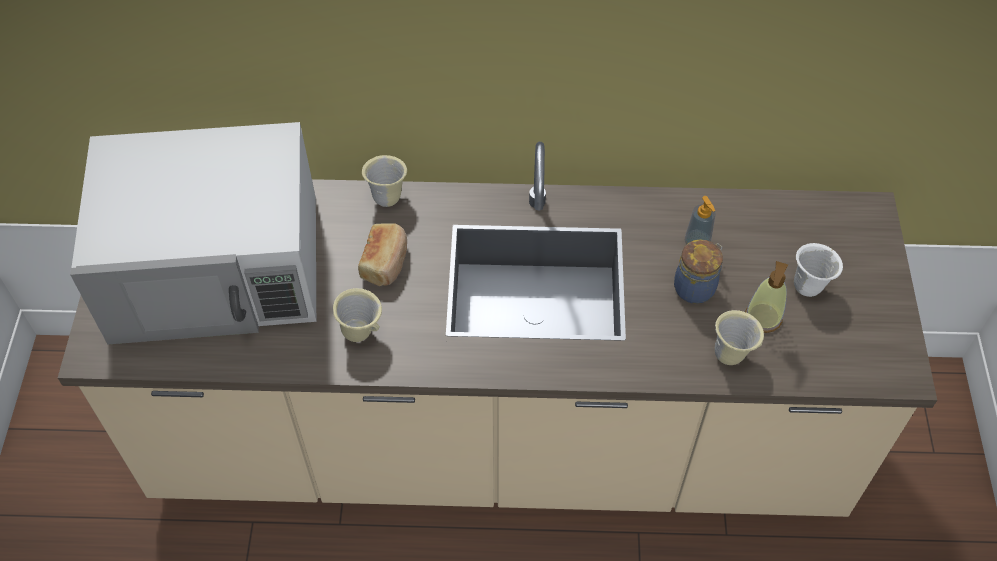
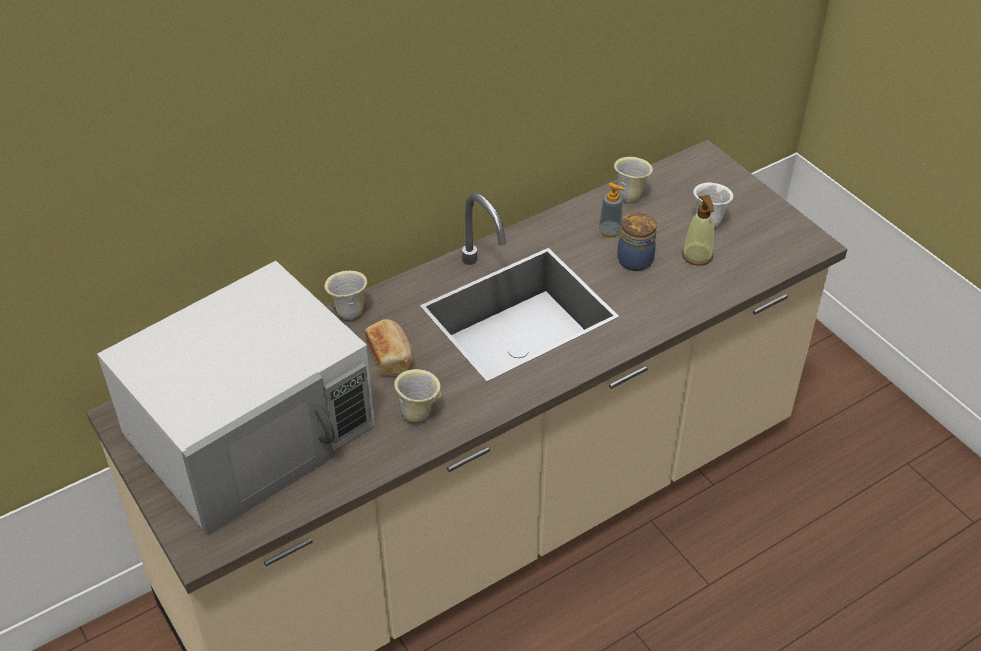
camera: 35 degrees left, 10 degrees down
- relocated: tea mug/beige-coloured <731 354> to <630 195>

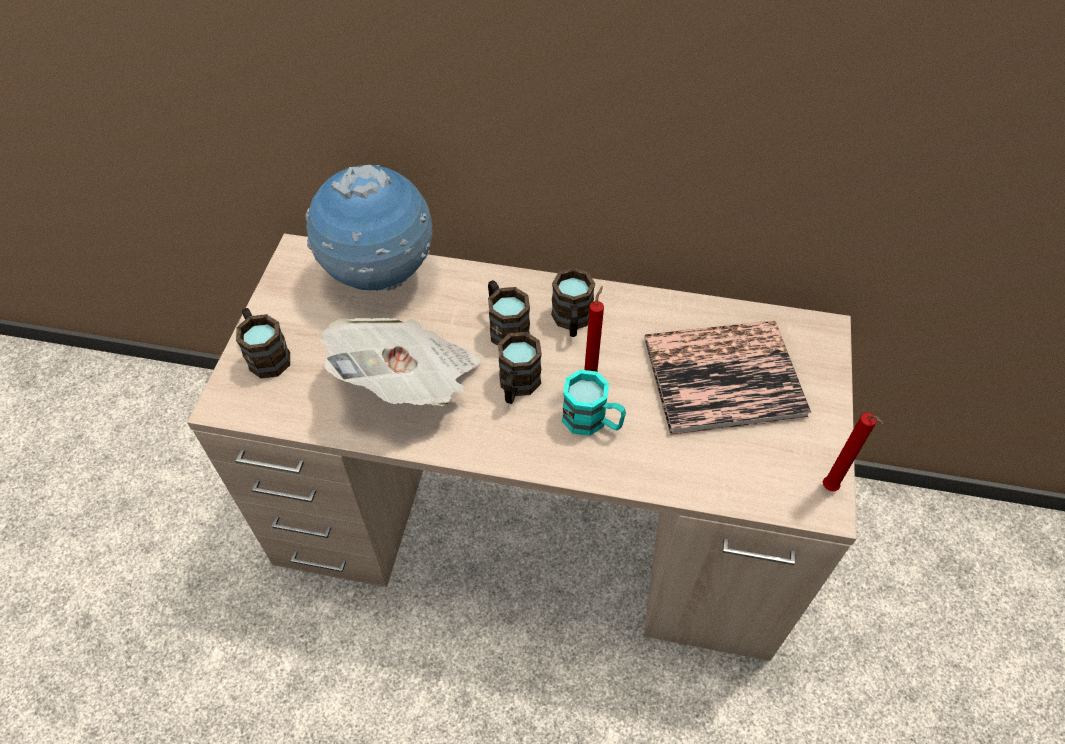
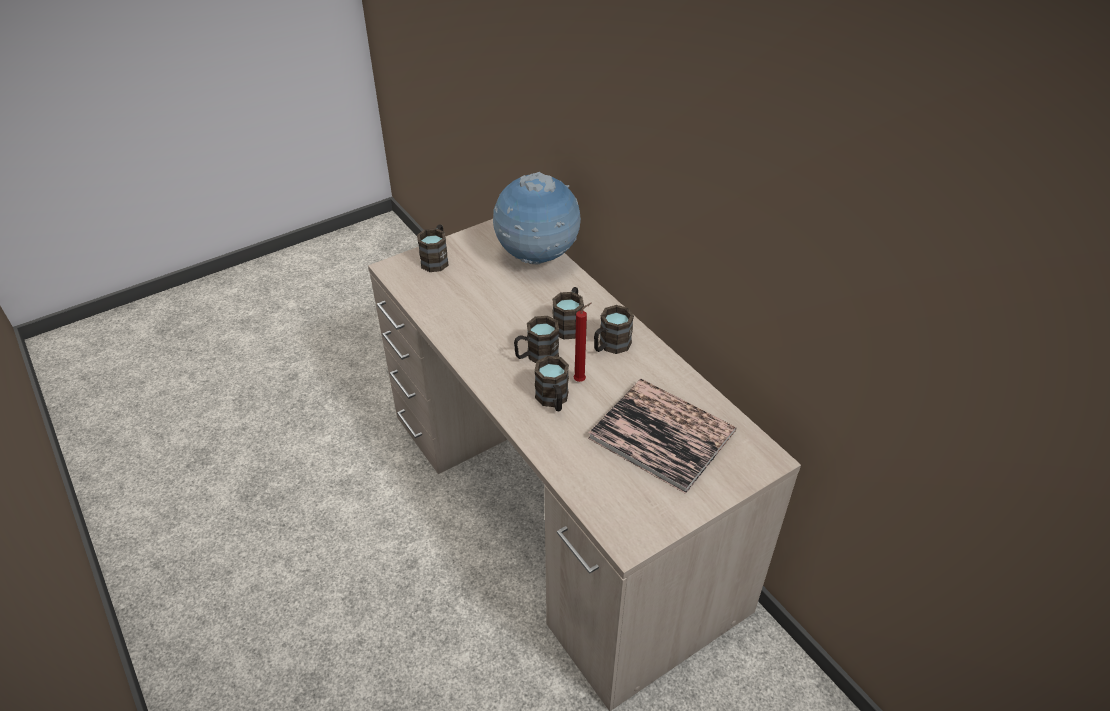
camera: 45 degrees right, 10 degrees down
- missing: printed paper <409 381>
- missing: wax candle/red-coloured <830 490>
- colour: tea mug/turquoise-coloured <592 421> to tea mug/brown-coloured <553 400>

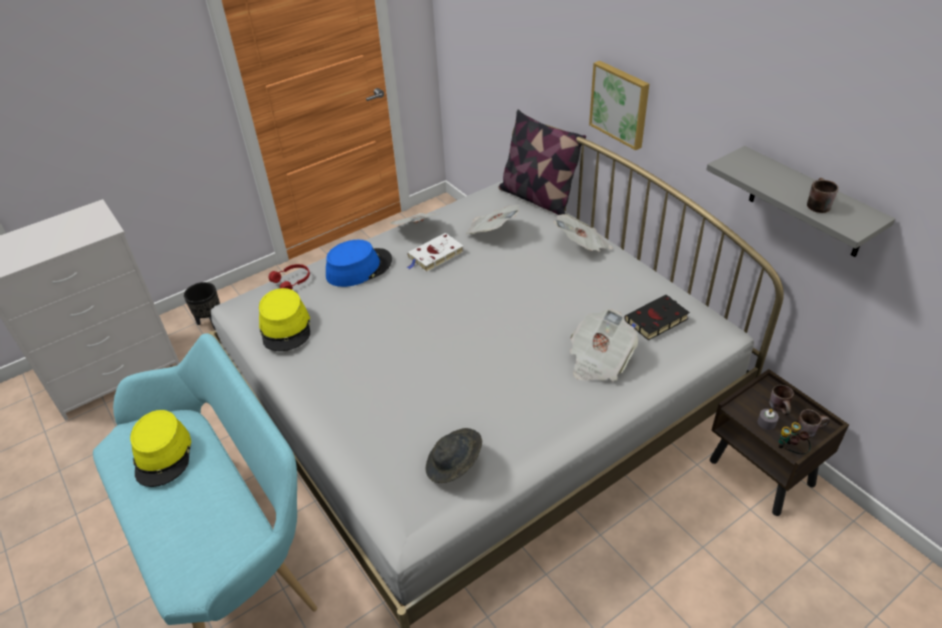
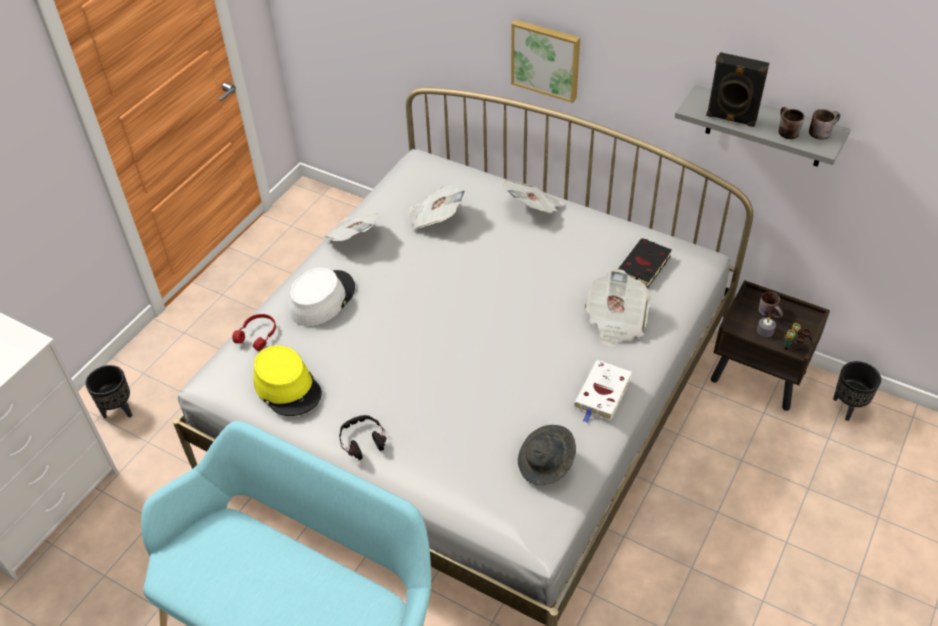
camera: 25 degrees left, 5 degrees up
- missing: clothing hat/yellow-coloured <163 454>
- missing: pillow <537 198>
- appeared: headphones <362 441>
- appeared: loudspeaker/black-coloured <731 119>
- appeared: plant pot/black-coloured <848 407>
- relocated: bound book/whitish <434 256> to <602 394>
- relocated: tea mug/brown-coloured <808 429> to <821 131>
- colour: clothing hat/blue <359 268> to clothing hat/whitish <322 299>

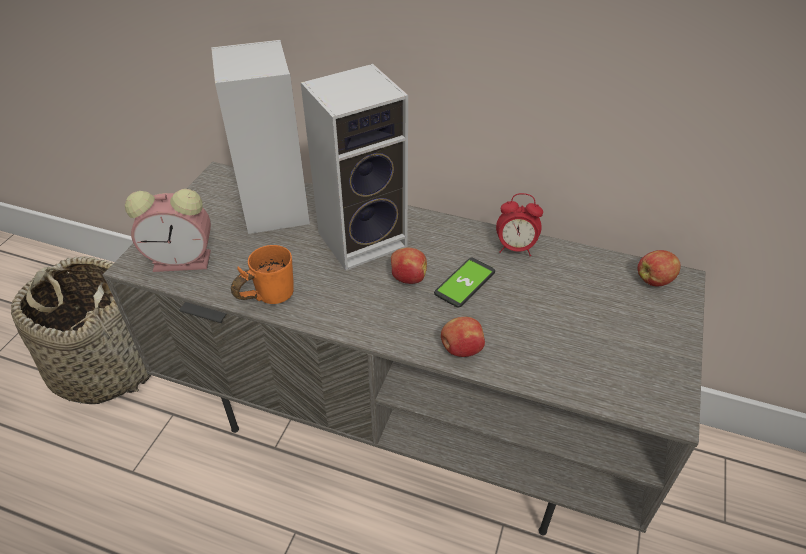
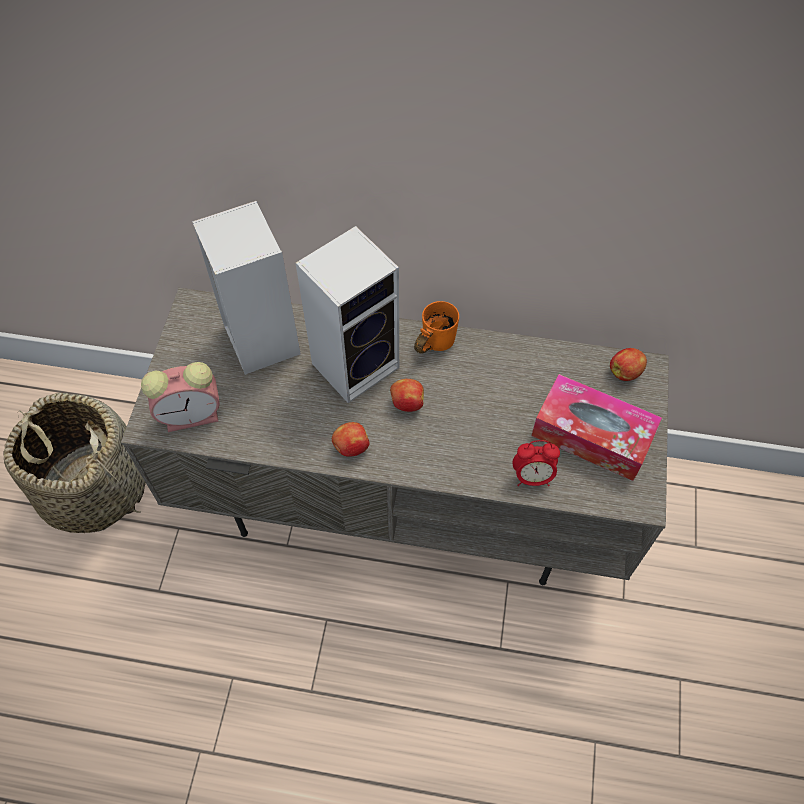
camera: 10 degrees left, 15 degrees up
- missing: telephone <464 283>
- appeared: box of tissues <592 435>
- relocated: tea mug/orangey <265 295> to <431 343>
- relocated: apple fruit <461 349> to <350 447>
- relocated: bedside clock <515 248> to <532 477>

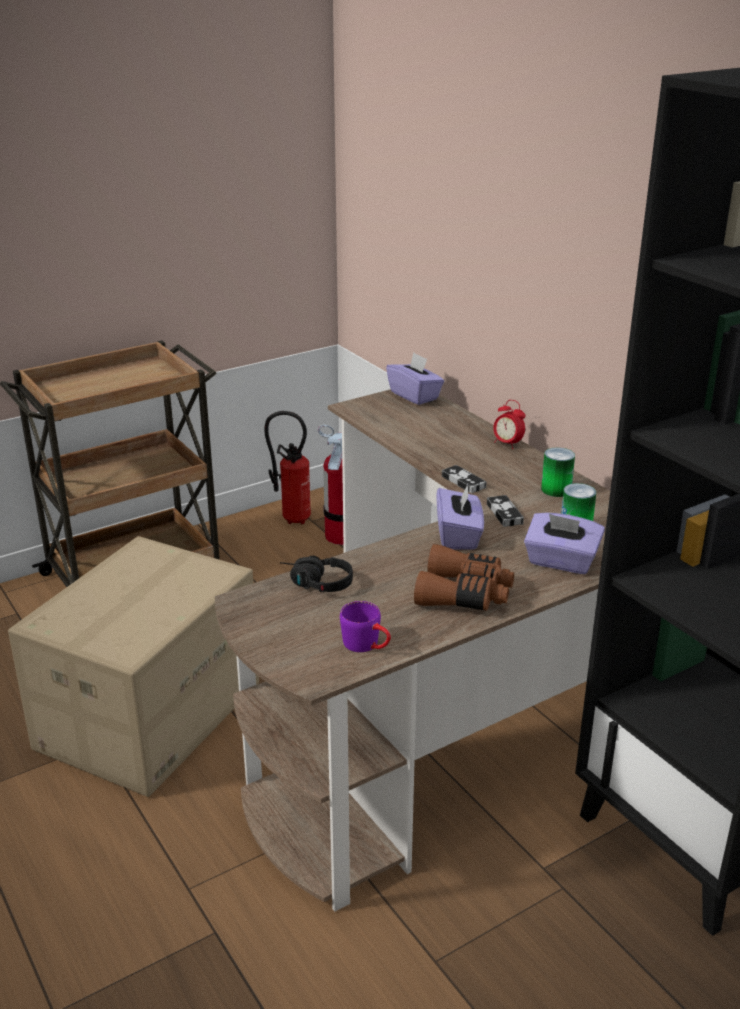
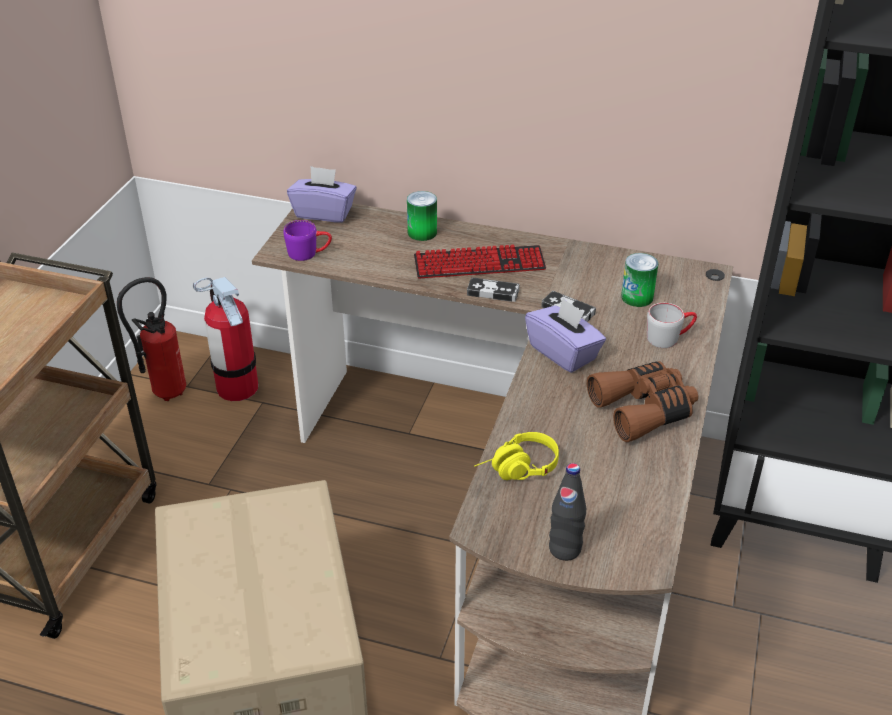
camera: 40 degrees left, 10 degrees up
- missing: bedside clock <507 444>
- appeared: computer keyboard <479 264>
- appeared: beverage bottle/black-coloured <564 549>
- relocated: tea mug/purplish <367 645> to <309 253>
- relocated: metal can <556 489> to <422 232>
- exchanged: box of tissues/purplish <561 562> to tea mug/gray <669 337>
- colour: headphones/black-coloured <314 584> to headphones/yellow-coloured <517 470>

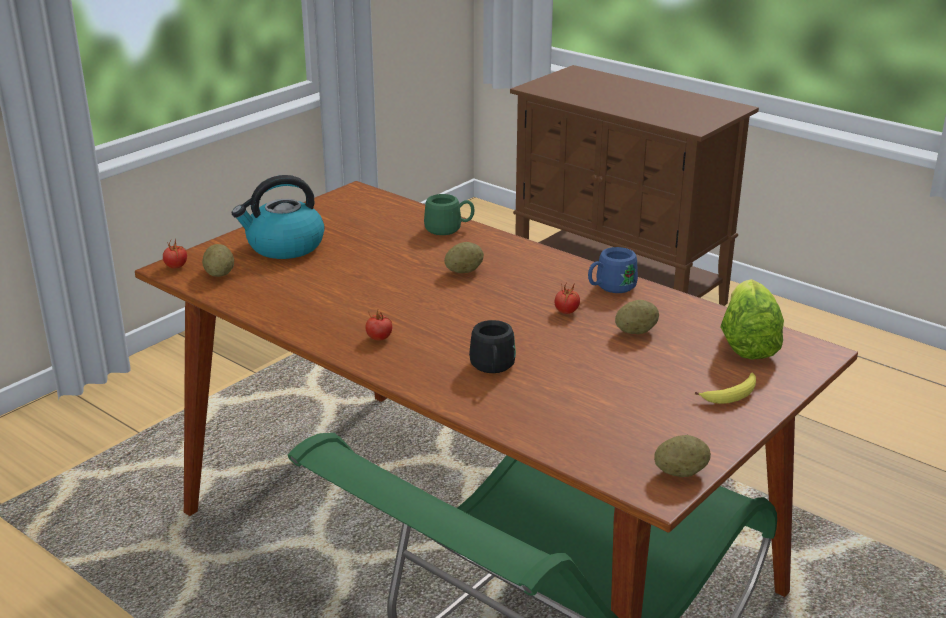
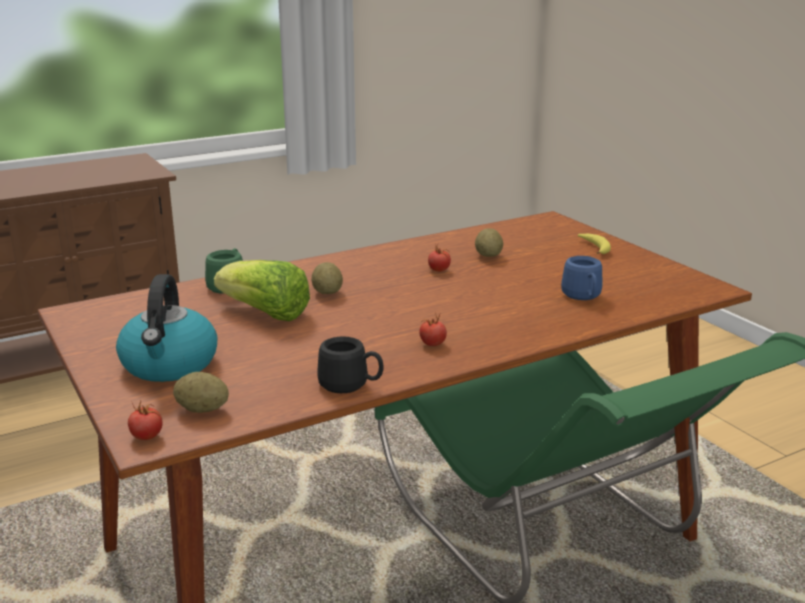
camera: 70 degrees left, 5 degrees down
- missing: whole potato <680 472>
- relocated: tea mug/black-coloured <493 369> to <351 386>
- relocated: tea mug/blue <610 288> to <583 297>
- relocated: lettuce head <748 342> to <265 314>

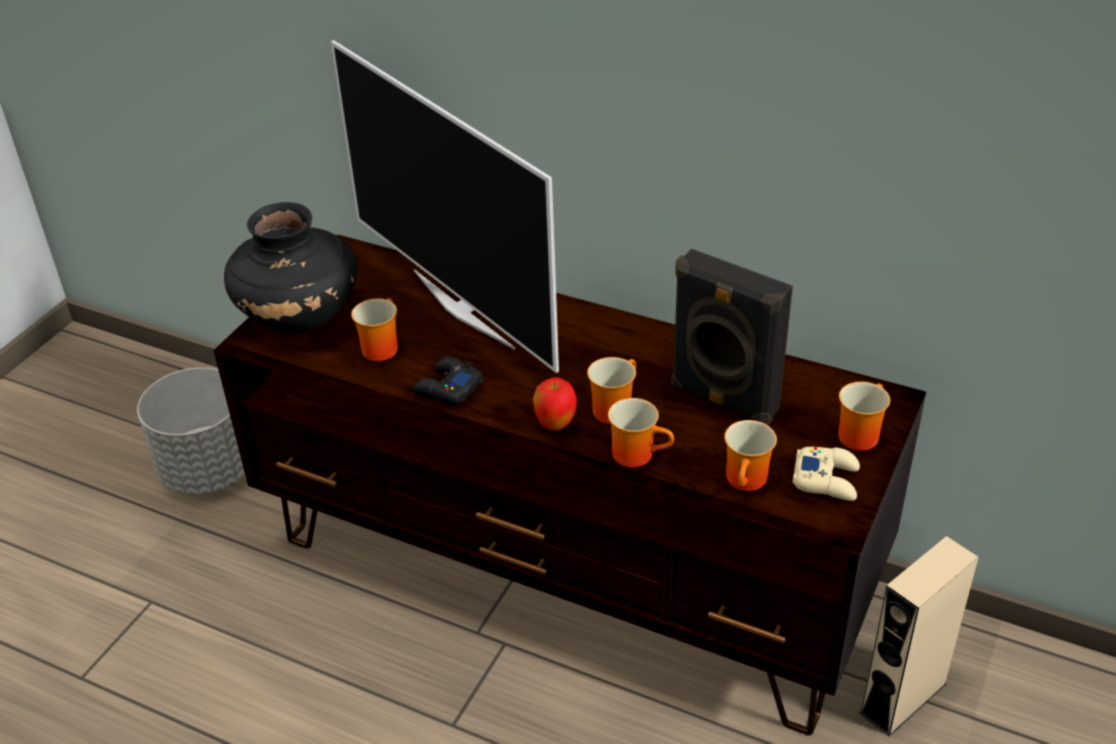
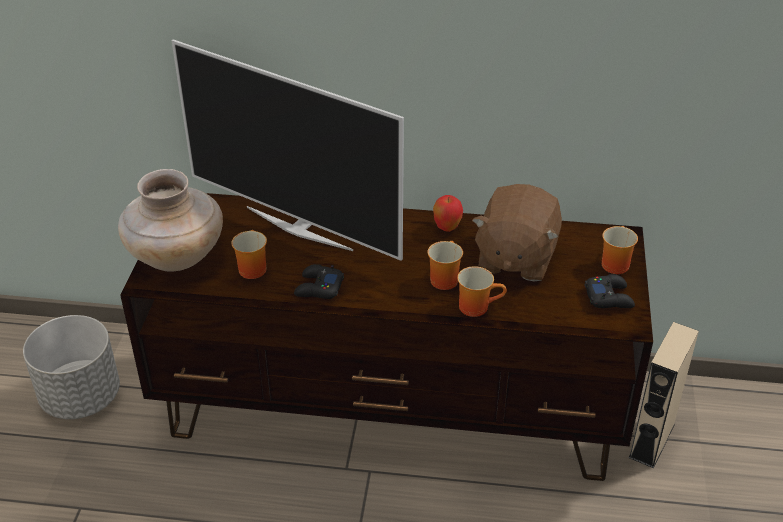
camera: 20 degrees left, 0 degrees up
- missing: tea mug <749 481>
- relocated: apple fruit <555 425> to <447 228>
- exchanged: loudspeaker/black-coloured <722 400> to plush toy/brown-coloured <515 258>
- colour: vase/black-coloured <299 317> to vase/beige-coloured <176 257>
- colour: gamepad/beige-coloured <826 479> to gamepad/black-coloured <609 297>

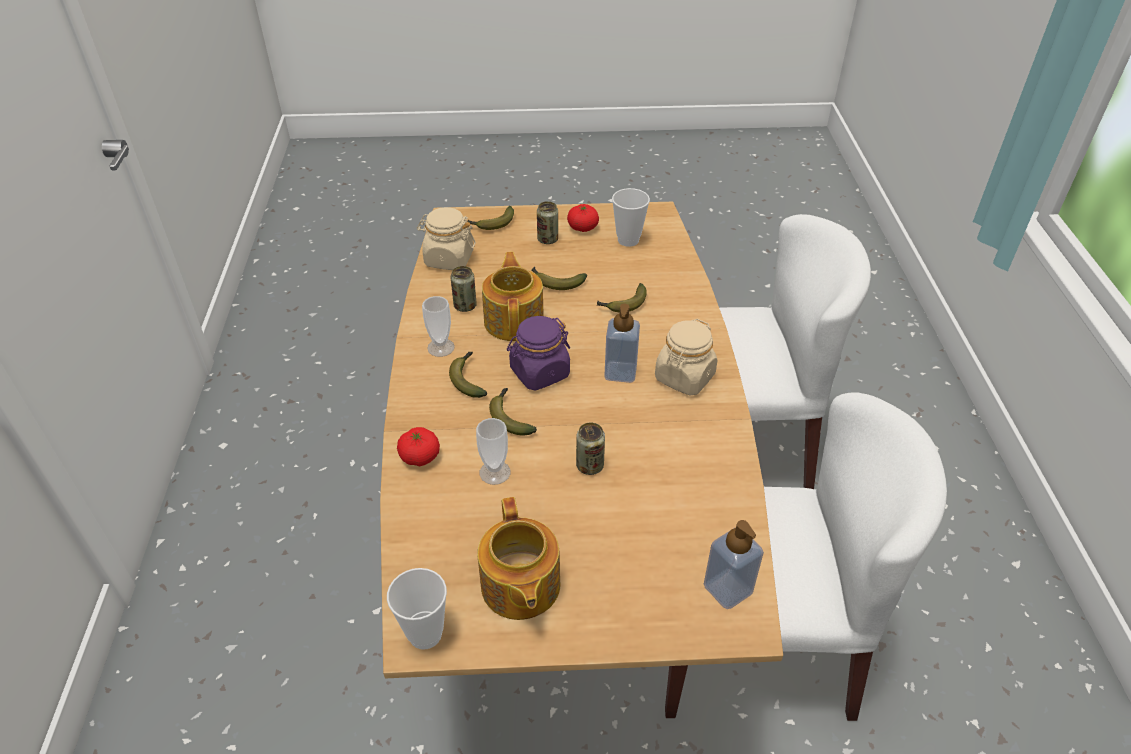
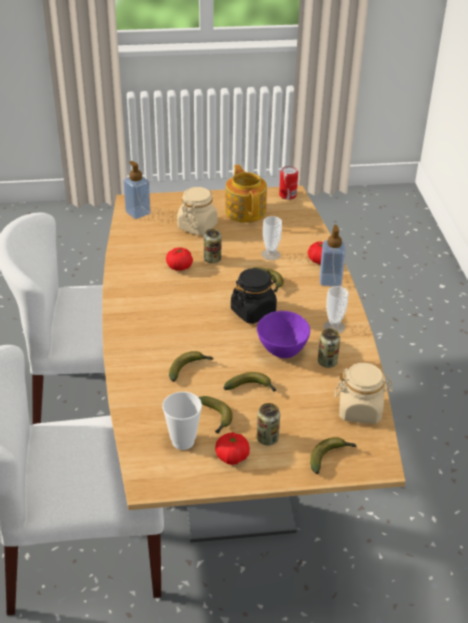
camera: 175 degrees right, 5 degrees down
- appeared: tomato <179 267>
- relocated: banana <468 379> to <216 418>
- relocated: soap dispenser <620 372> to <330 280>
- relocated: preserve jar/beige-coloured <684 377> to <197 226>
- exchanged: cup <425 634> to metal can <287 195>
- exchanged: pot for tea <514 320> to bowl/purplish <281 351>
- colour: preserve jar/purplish <539 373> to preserve jar/black-coloured <253 311>

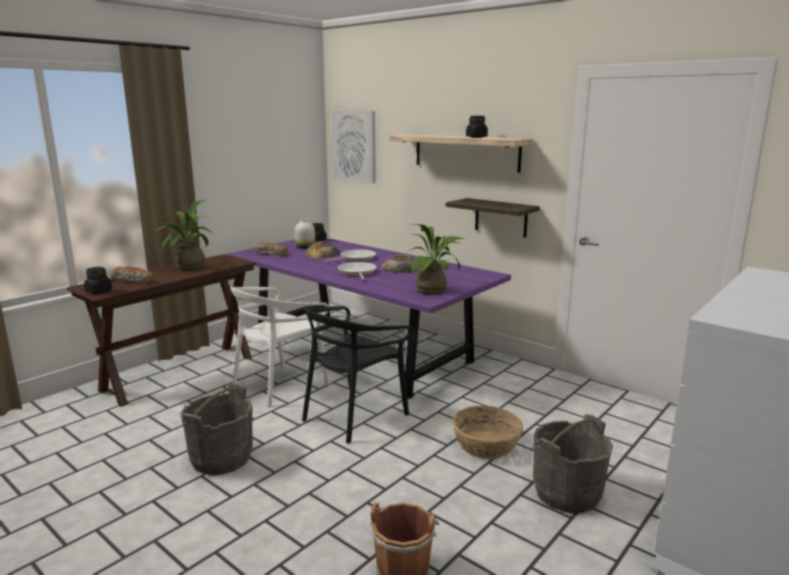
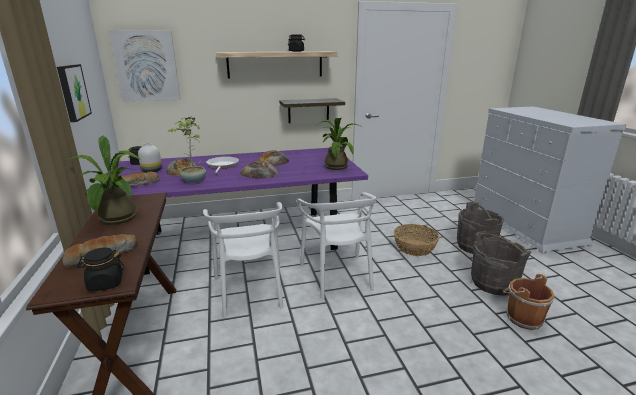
camera: 55 degrees left, 5 degrees up
- appeared: wall picture <72 92>
- appeared: potted plant <193 181>
- relocated: water bucket/gray <221 458> to <493 283>
- exchanged: skillet <357 272> to bakery bread <259 173>
- colour: chair/black-coloured <354 415> to chair/whitish <337 275>

